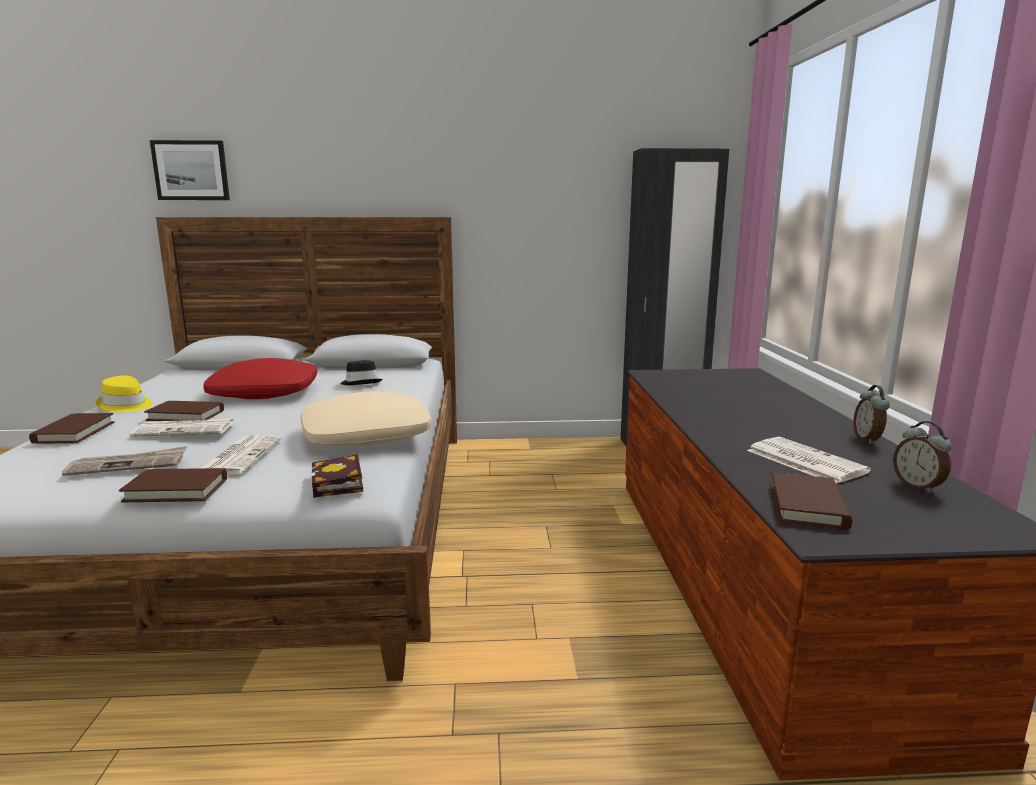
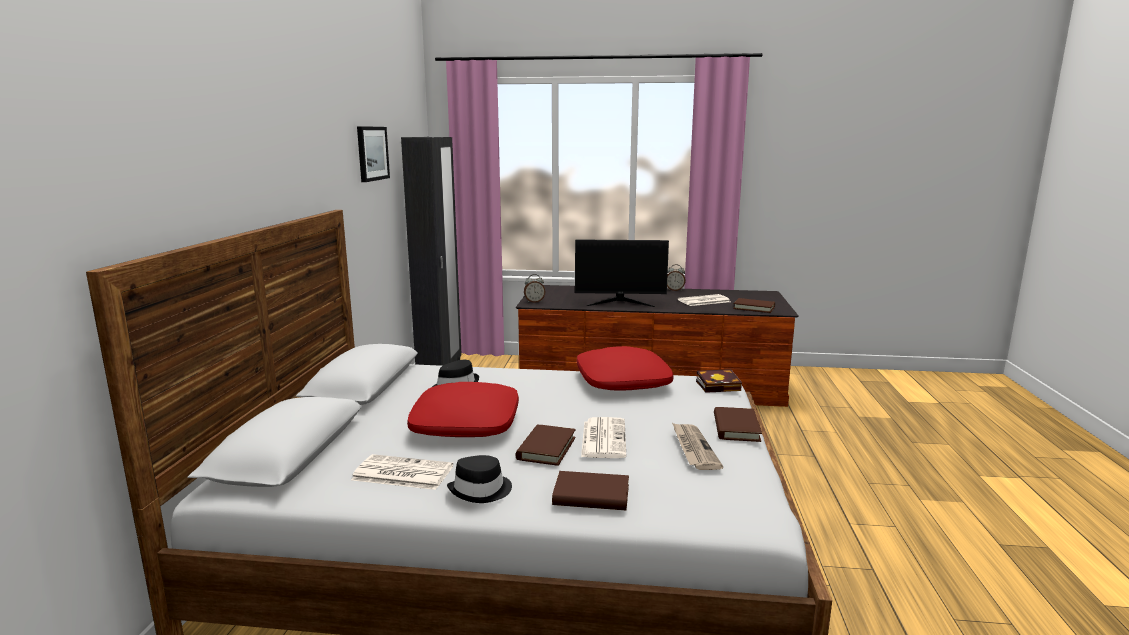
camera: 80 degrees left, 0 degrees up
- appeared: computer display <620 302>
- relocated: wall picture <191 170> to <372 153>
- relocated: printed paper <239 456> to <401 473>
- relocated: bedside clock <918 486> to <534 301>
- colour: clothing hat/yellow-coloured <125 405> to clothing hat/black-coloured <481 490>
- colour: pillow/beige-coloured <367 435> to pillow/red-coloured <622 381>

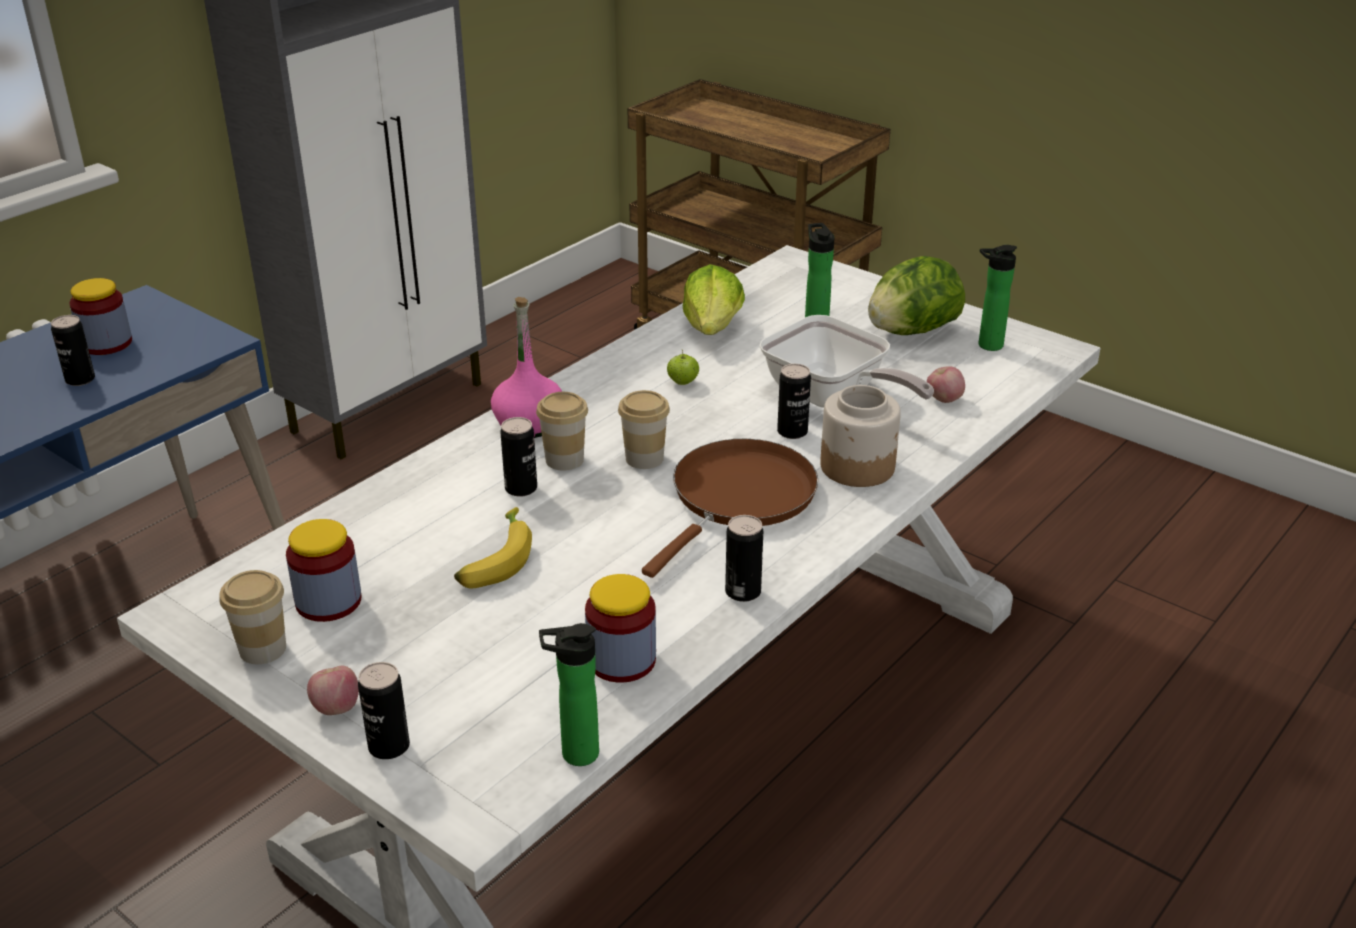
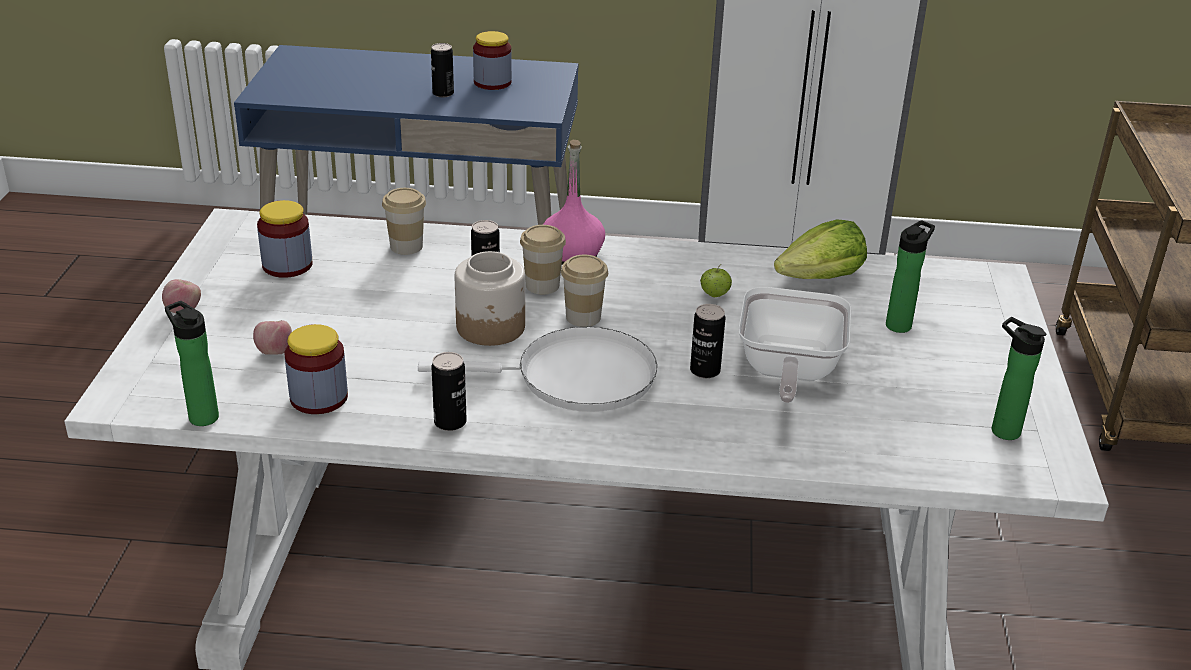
camera: 55 degrees right, 0 degrees up
- missing: metal can <389 746>
- missing: banana <494 560>
- missing: lettuce head <911 331>
- relocated: cup <263 649> to <406 246>
- relocated: preserve jar <858 467> to <491 327>
- relocated: apple fruit <943 400> to <274 352>
- colour: skillet/brown-coloured <739 498> to skillet/whitish <576 378>

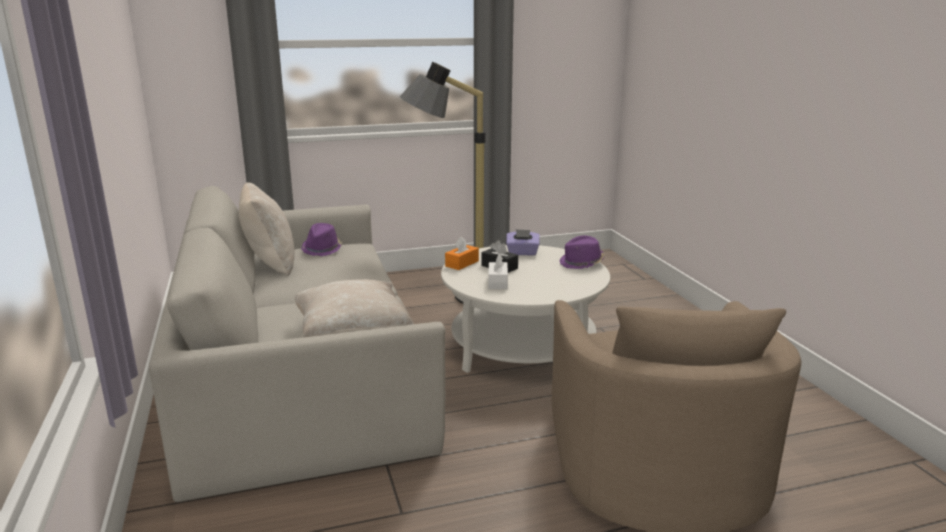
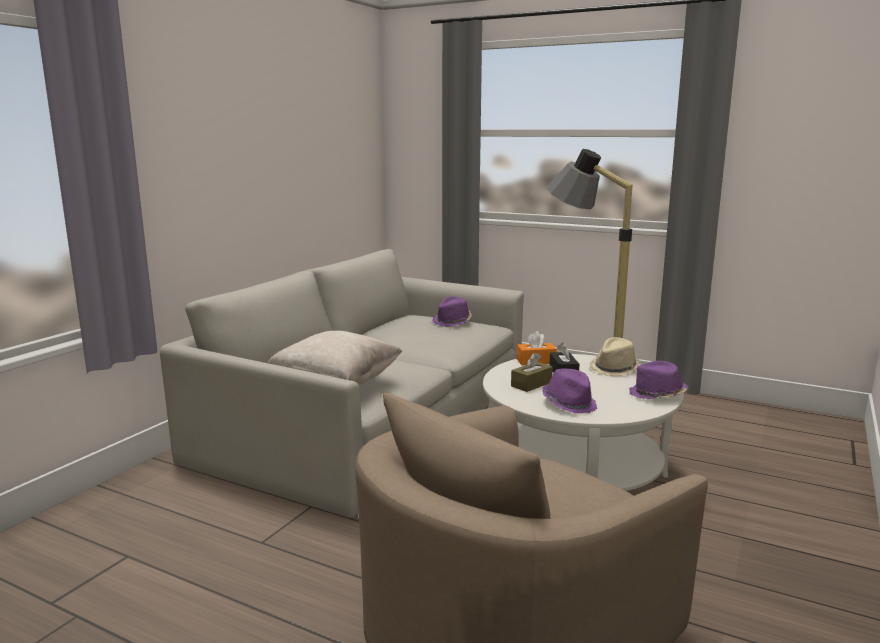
camera: 45 degrees right, 5 degrees down
- missing: pillow/beige-coloured <270 263>
- appeared: clothing hat/purplish <569 404>
- exchanged: box of tissues/purplish <522 253> to clothing hat/beige-coloured <615 369>
- colour: box of tissues/whitish <497 282> to box of tissues/brown-coloured <531 384>

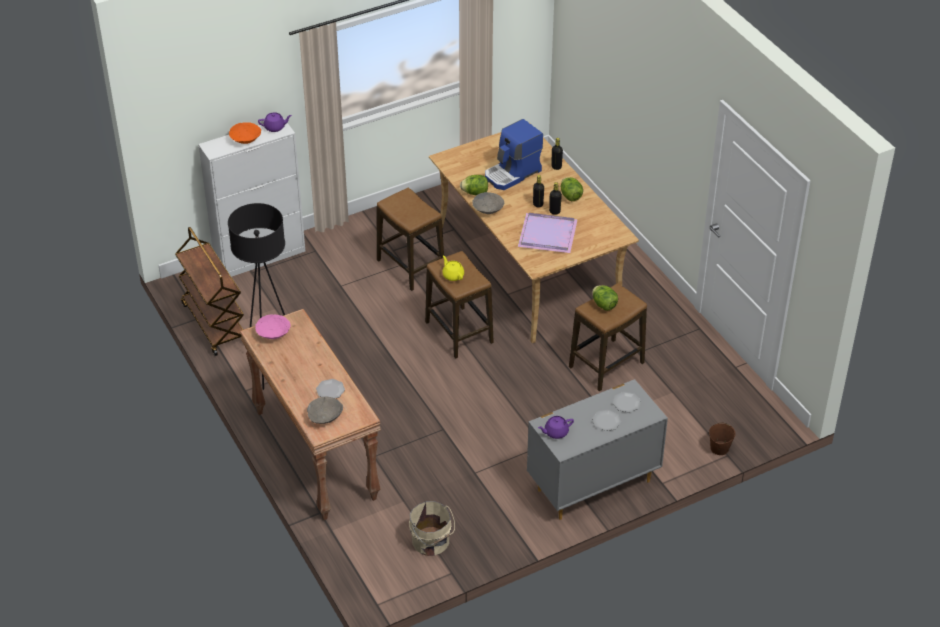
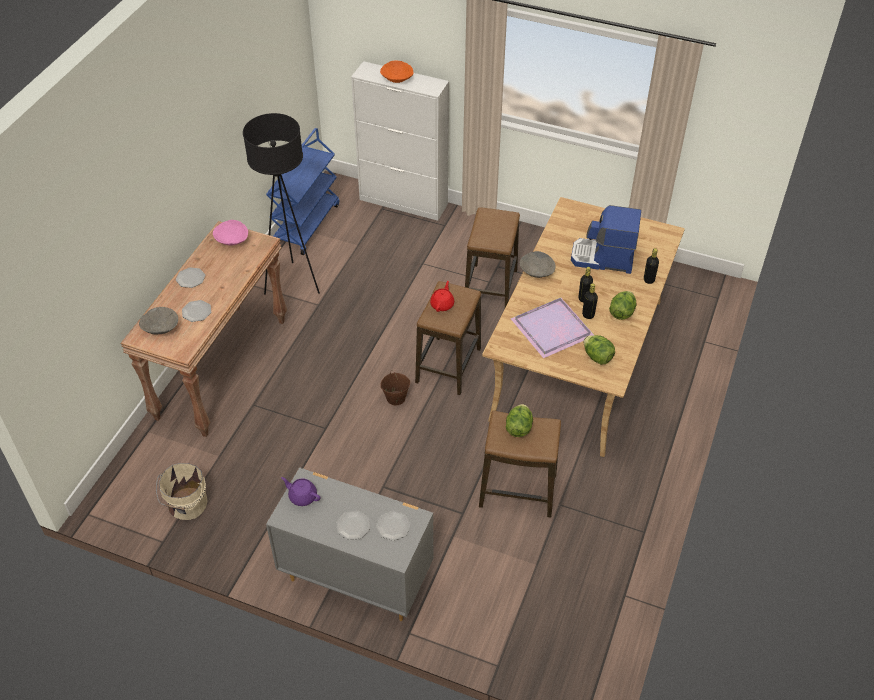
camera: 50 degrees right, 5 degrees up
- missing: pot for tea/purplish <275 127>
- appeared: flat dish <190 278>
- relocated: lettuce head <475 193> to <597 357>
- relocated: water bucket/brown-coloured <719 448> to <395 398>
- colour: cart/brown-coloured <214 324> to cart/blue <306 224>
- colour: pot for tea/yellow-coloured <453 275> to pot for tea/red-coloured <442 304>

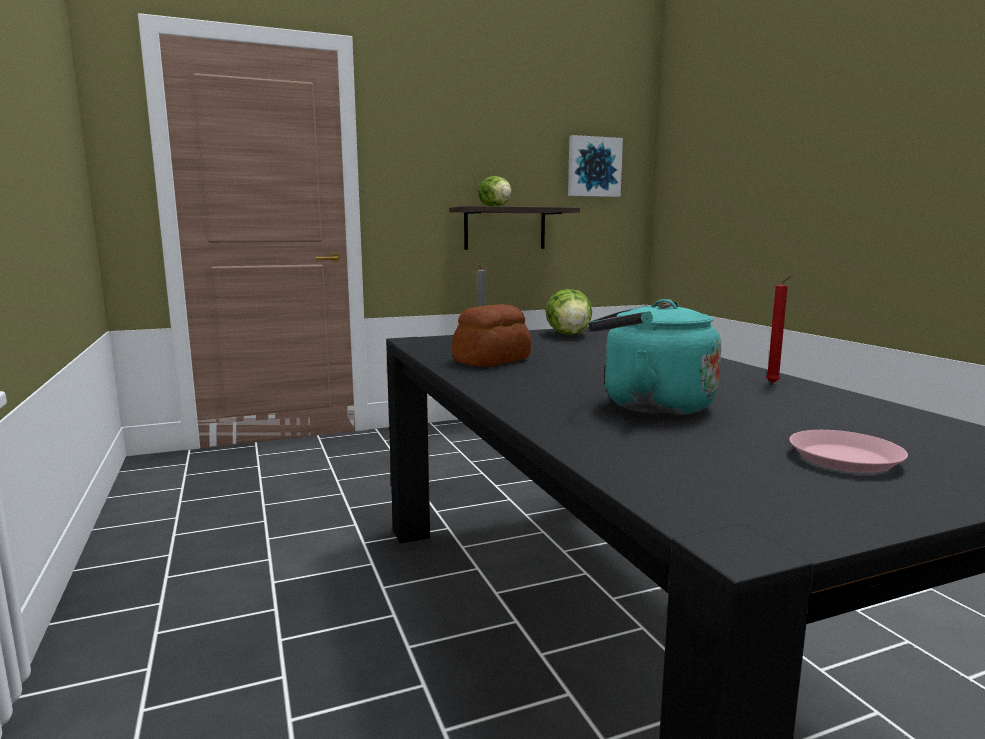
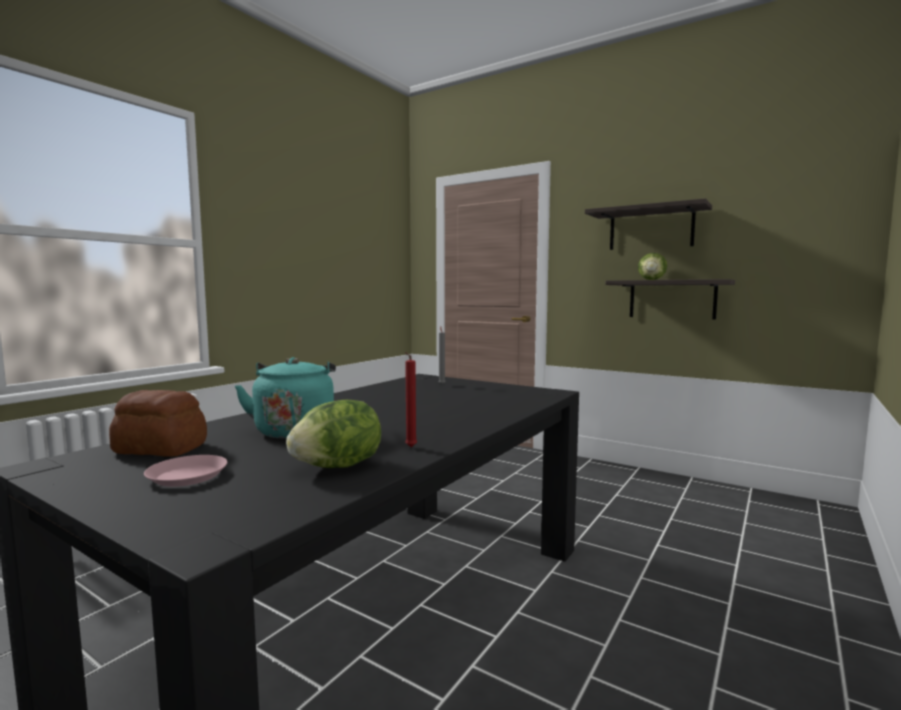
camera: 55 degrees right, 5 degrees down
- missing: wall picture <593 167>
- appeared: wall shelf <651 229>
- relocated: bakery bread <493 360> to <160 449>
- relocated: lettuce head <569 334> to <337 466>

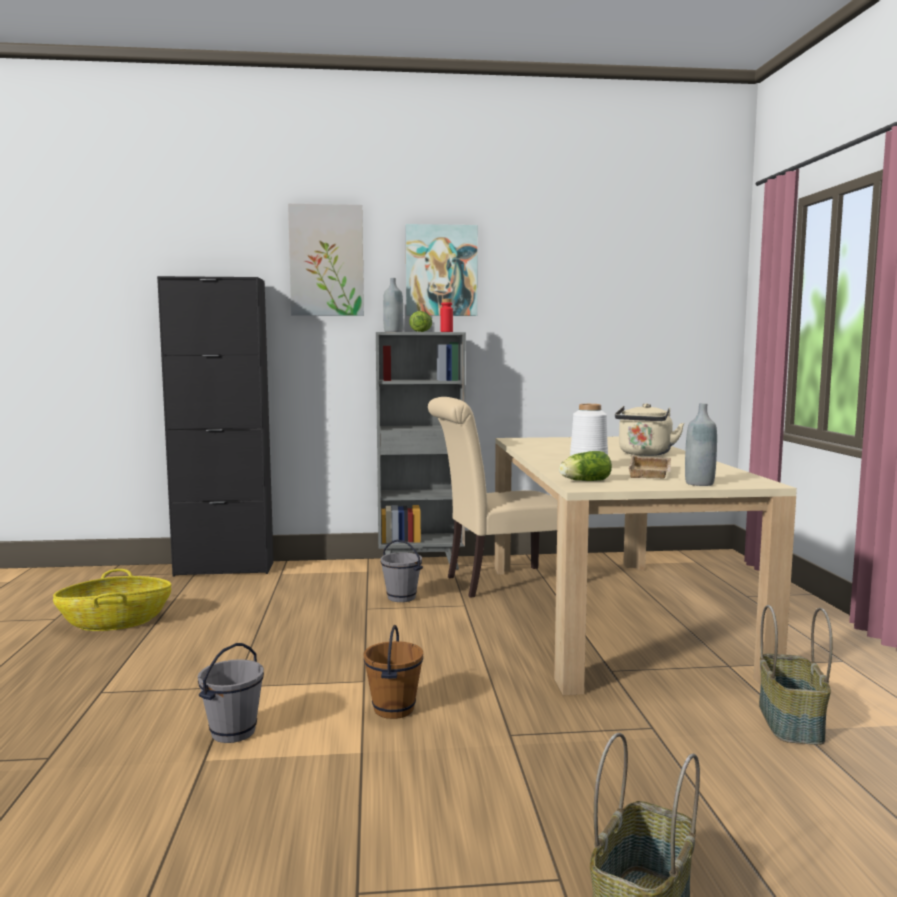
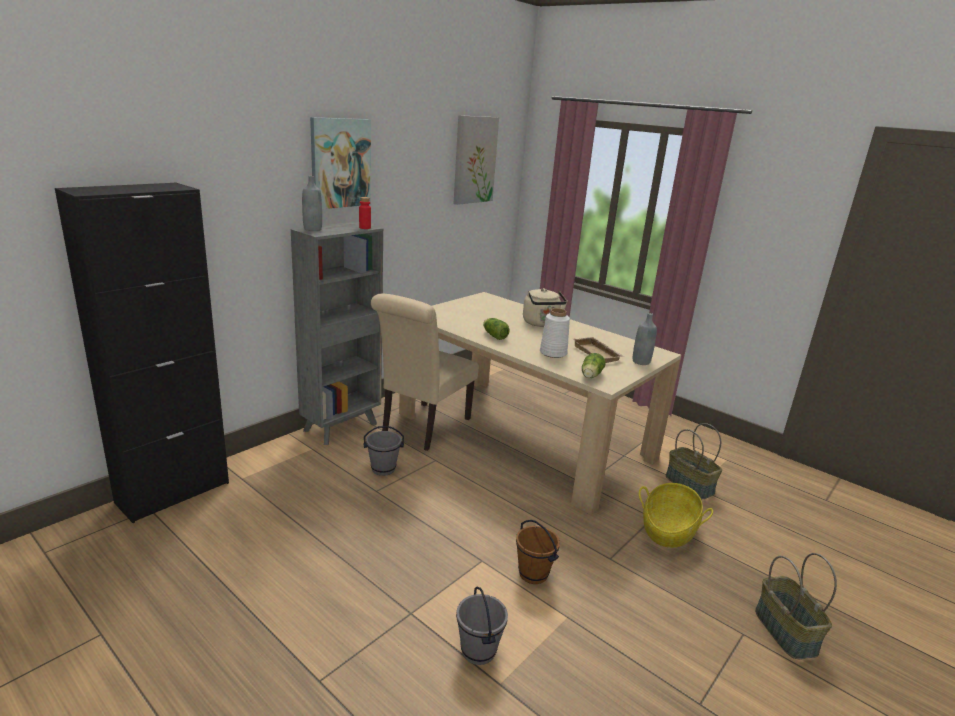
camera: 45 degrees left, 15 degrees up
- relocated: basket <115 622> to <668 530>
- relocated: wall picture <326 261> to <474 160>
- relocated: lettuce head <422 332> to <494 335>

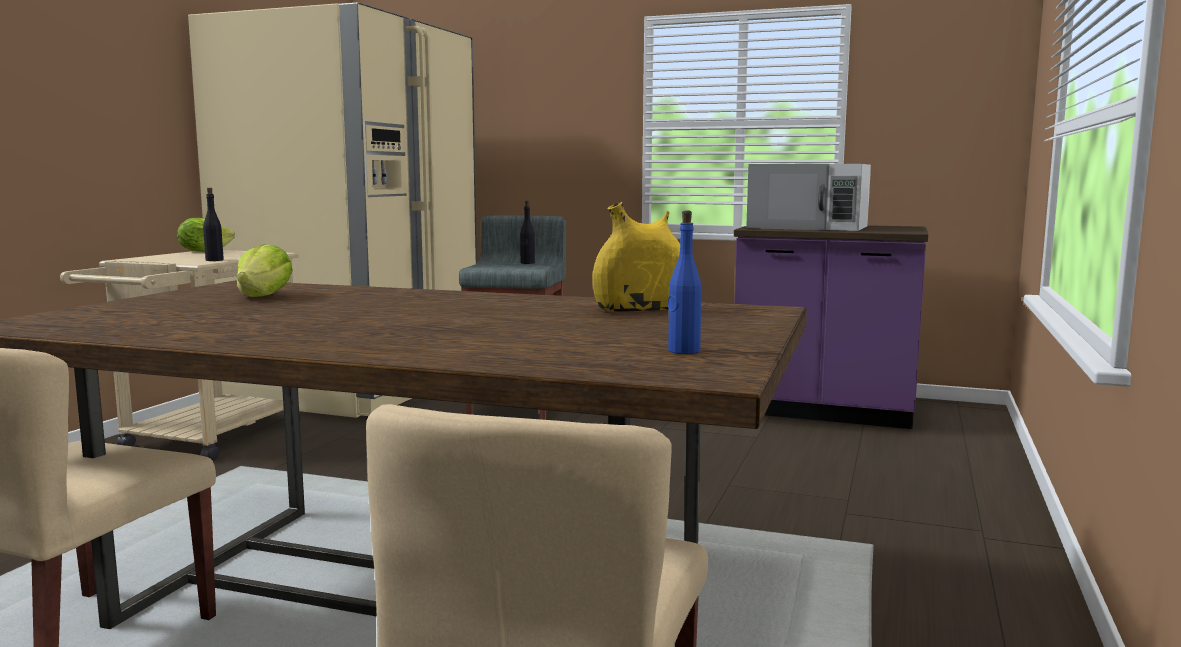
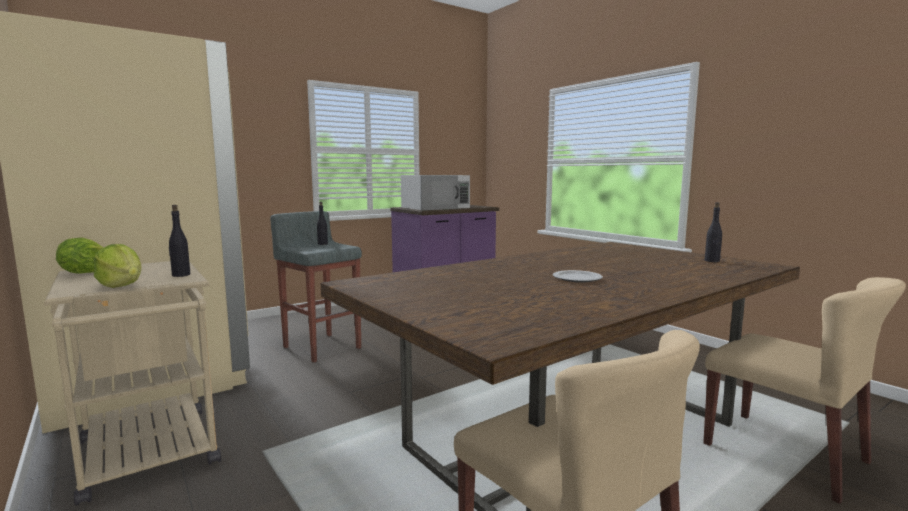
camera: 55 degrees left, 0 degrees up
- missing: vase/yellow-coloured <641 310>
- appeared: flat dish <576 278>
- relocated: lettuce head <264 296> to <122 285>
- colour: beverage bottle/blue <683 351> to beverage bottle/black-coloured <712 261>

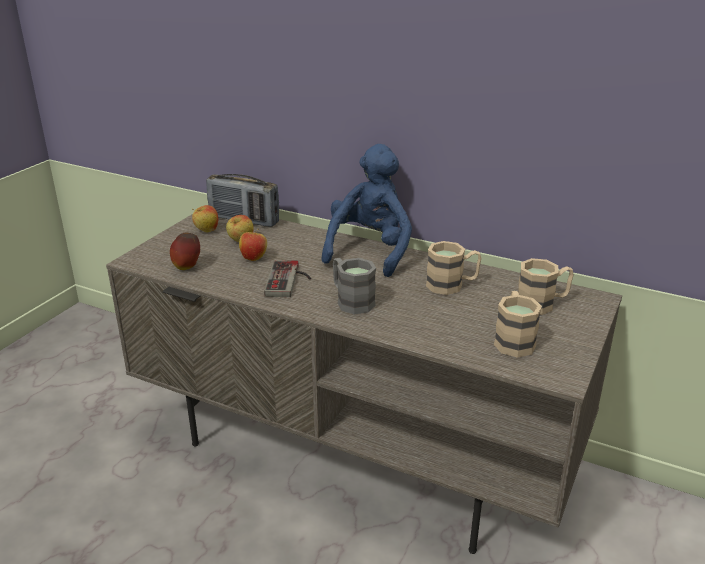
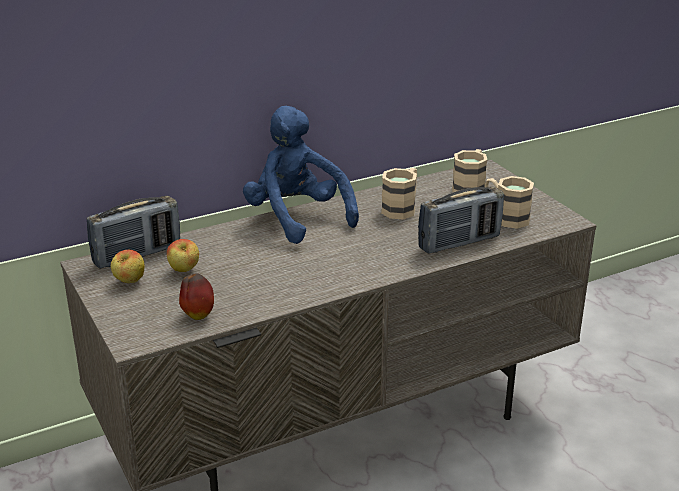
camera: 55 degrees left, 0 degrees up
- missing: apple fruit <254 258>
- missing: gamepad <290 281>
- missing: tea mug/gray <351 300>
- appeared: radio set <459 242>

